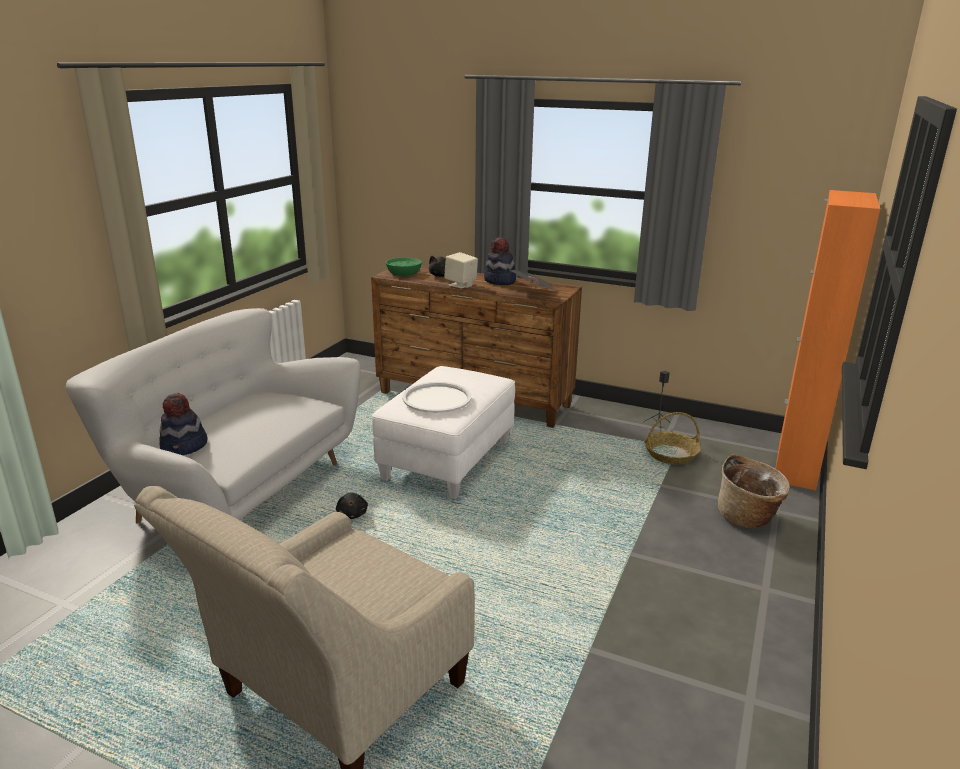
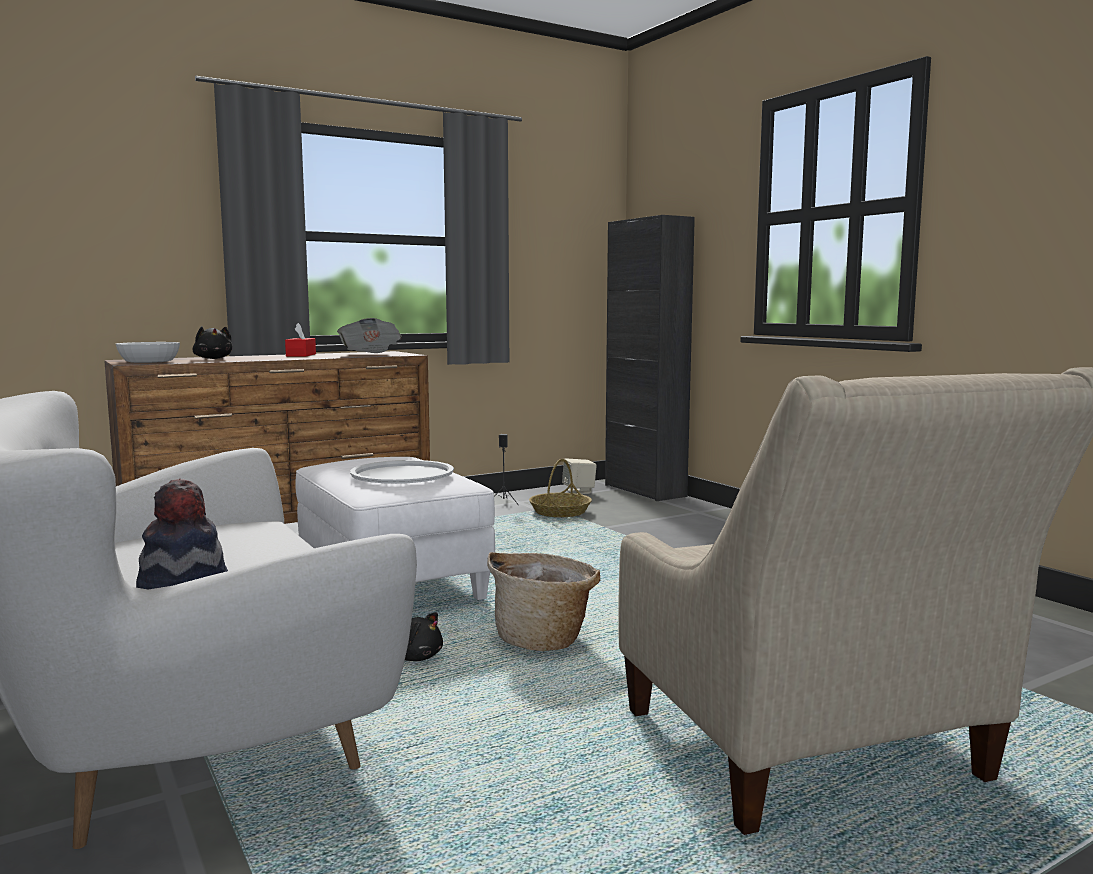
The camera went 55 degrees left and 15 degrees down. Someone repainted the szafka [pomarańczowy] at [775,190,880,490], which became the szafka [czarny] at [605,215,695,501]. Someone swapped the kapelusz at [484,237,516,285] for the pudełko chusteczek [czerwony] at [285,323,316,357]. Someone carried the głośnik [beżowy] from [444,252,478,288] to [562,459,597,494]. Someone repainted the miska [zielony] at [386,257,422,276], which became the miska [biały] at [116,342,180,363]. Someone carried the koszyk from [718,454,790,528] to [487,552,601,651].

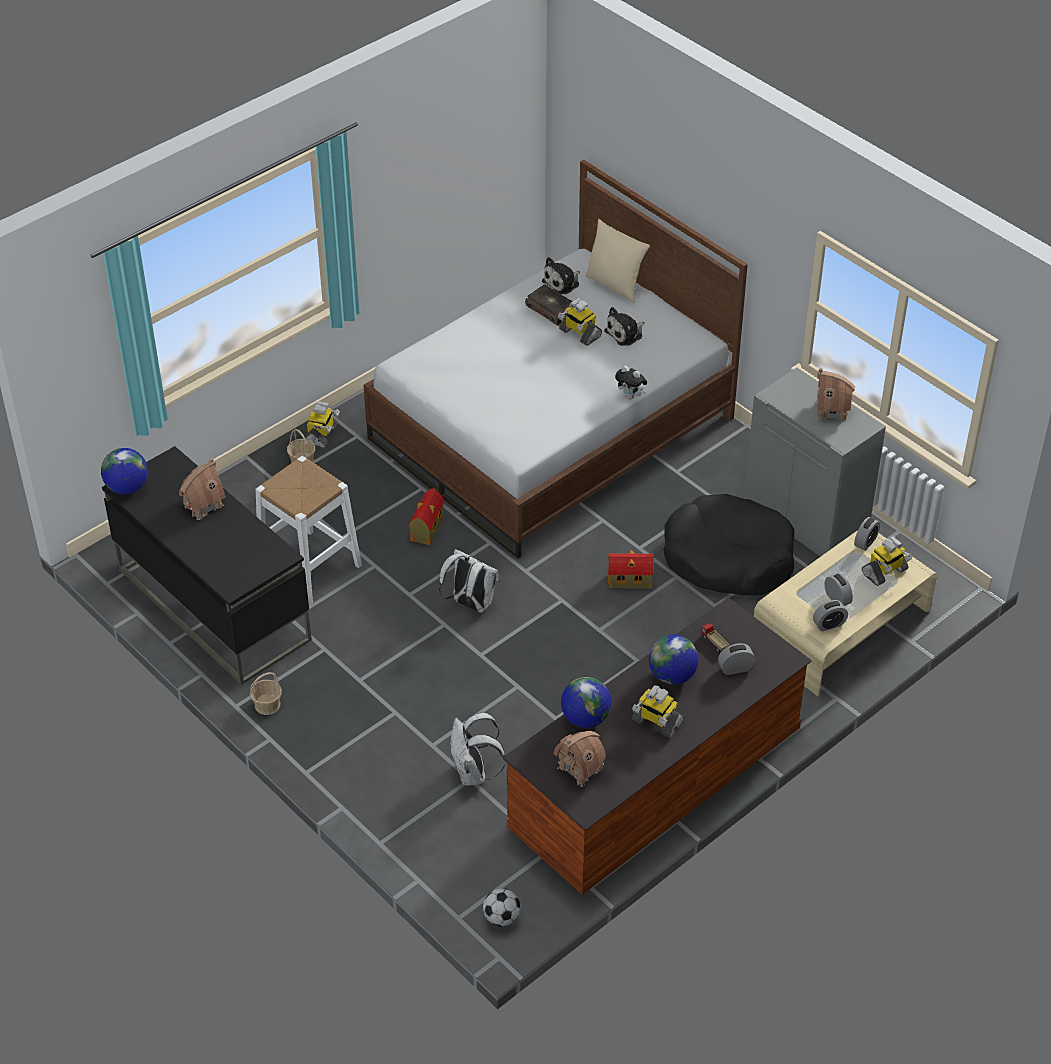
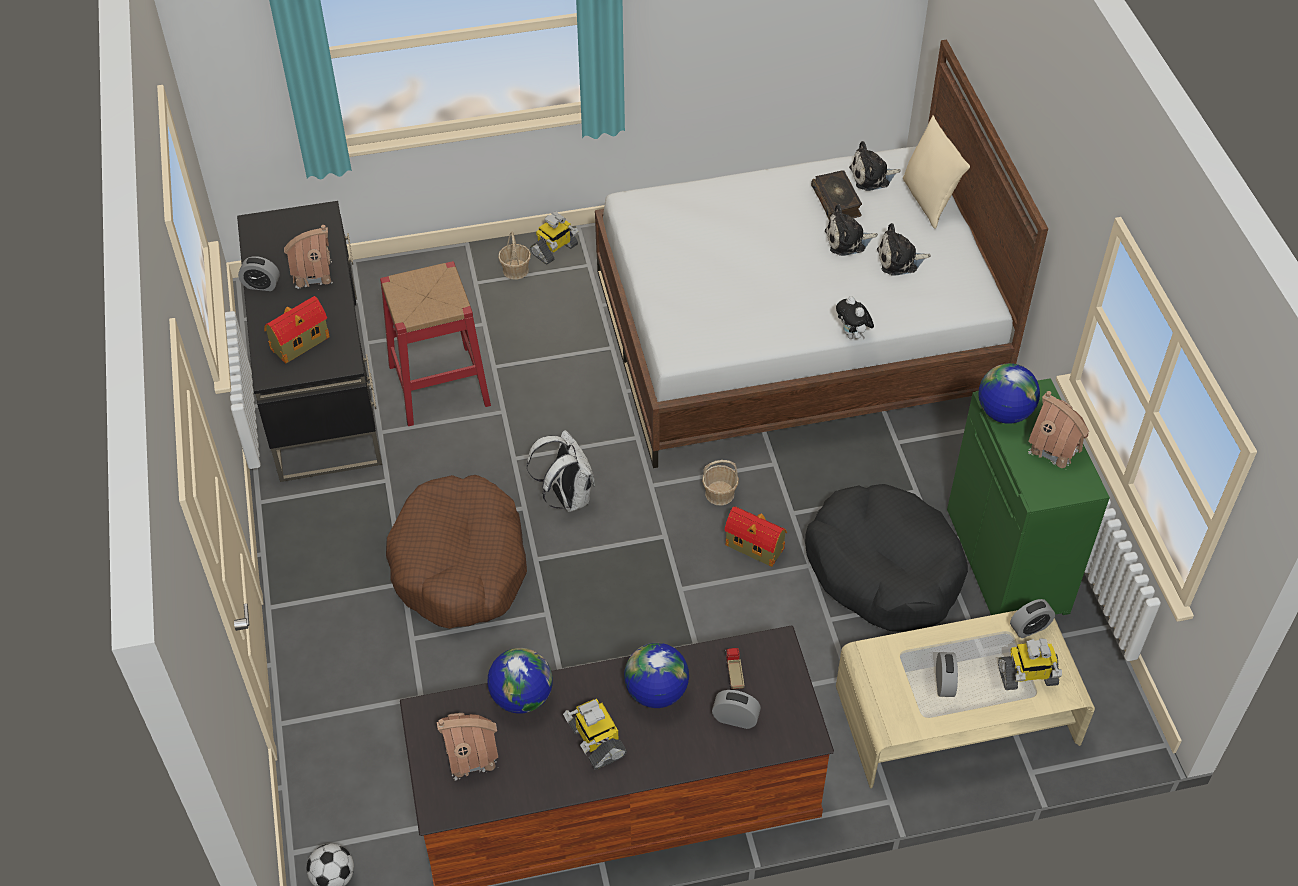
The camera went 30 degrees right and 5 degrees up. Someone swapped the robot zabawkowy at [558,298,602,346] for the pluszak at [825,204,878,256]. Someone repainted the szafka [szary] at [744,368,886,557], which became the szafka [zielony] at [947,378,1110,615]. Someone carried the globus from [101,448,148,494] to [978,363,1040,424]. Someone repainted the stołek [biały] at [255,456,362,606], which became the stołek [czerwony] at [380,261,491,426]. Someone carried the domek from [409,488,444,545] to [264,296,330,363]. Someone carried the budzik from [813,600,848,631] to [238,256,280,291]. Someone carried the koszyk from [250,672,282,715] to [702,460,739,506]. Someone took away the plecak [biały] at [451,713,506,786]. Someone put down the legowisko [brązowy] at [386,475,527,629].

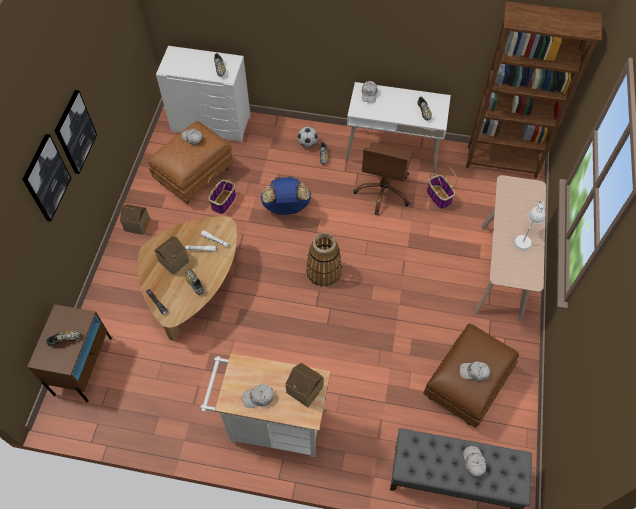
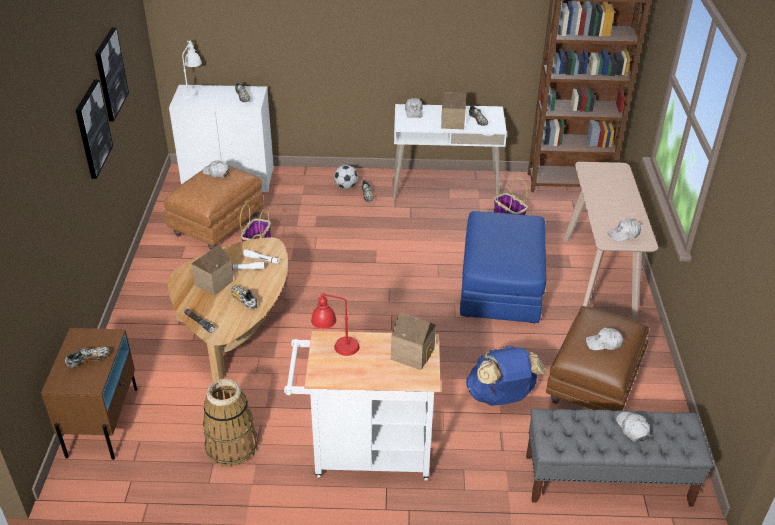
The camera went 10 degrees left and 20 degrees down. Someone carried the obraz from [22,134,71,221] to [95,27,129,121]. Someone took away the krzesło biurowe [brązowy] at [353,142,413,215]. Someone carried the plecak [niebieski] from [260,176,311,215] to [466,346,545,406]. Someone carried the lampa stołowa [biały] from [514,201,546,250] to [179,41,202,99]. Someone carried the domek from [120,204,150,235] to [441,92,466,129]. Someone carried the koszyk from [306,233,342,287] to [203,379,258,467]. Someone carried the czapka z daszkiem [biały] from [242,385,274,408] to [608,219,641,242]. Someone put down the pufa [niebieski] at [460,211,546,323]. Someone put down the lampa stołowa [czerwony] at [311,293,360,356].

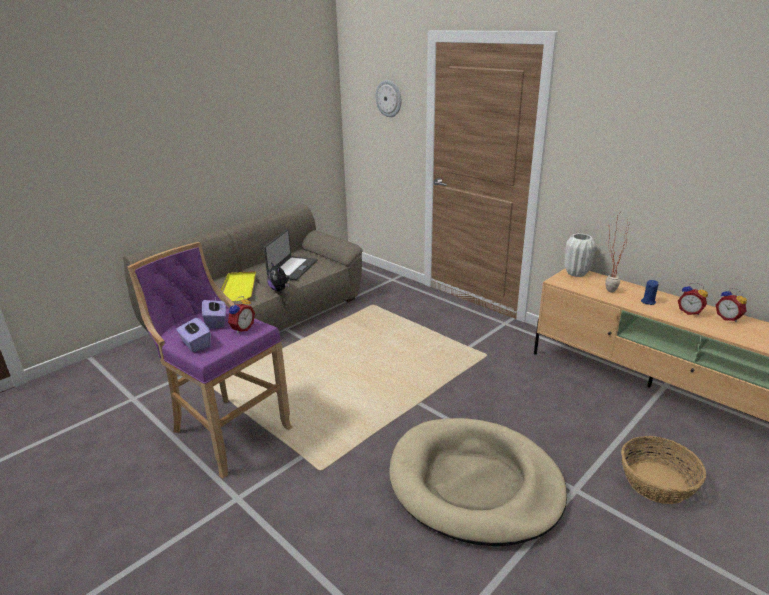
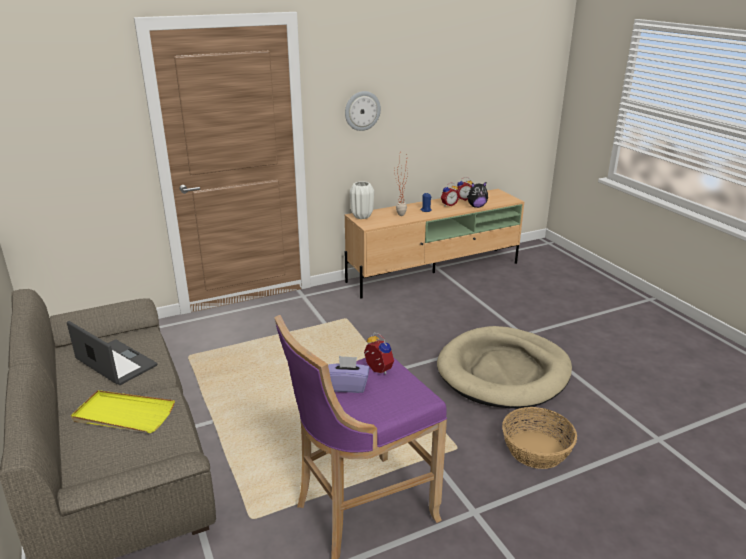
The camera went 70 degrees left and 0 degrees up. Someone carried the zegar ścienny from [375,80,401,117] to [345,91,381,131]. Someone carried the pluszak from [267,262,289,291] to [467,182,488,208]. Someone took away the pudełko chusteczek [fioletowy] at [176,318,211,353]. Someone carried the koszyk from [621,436,706,504] to [502,407,577,469].

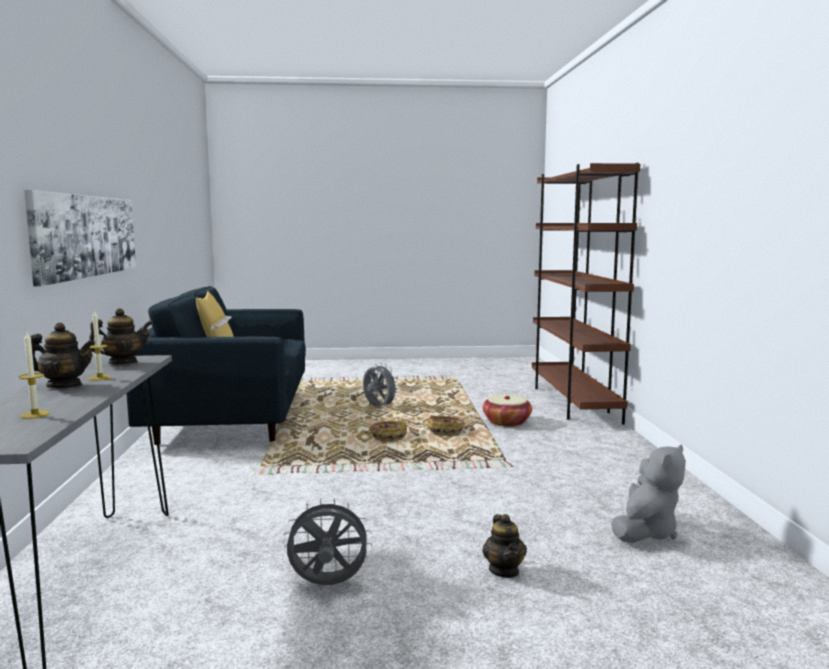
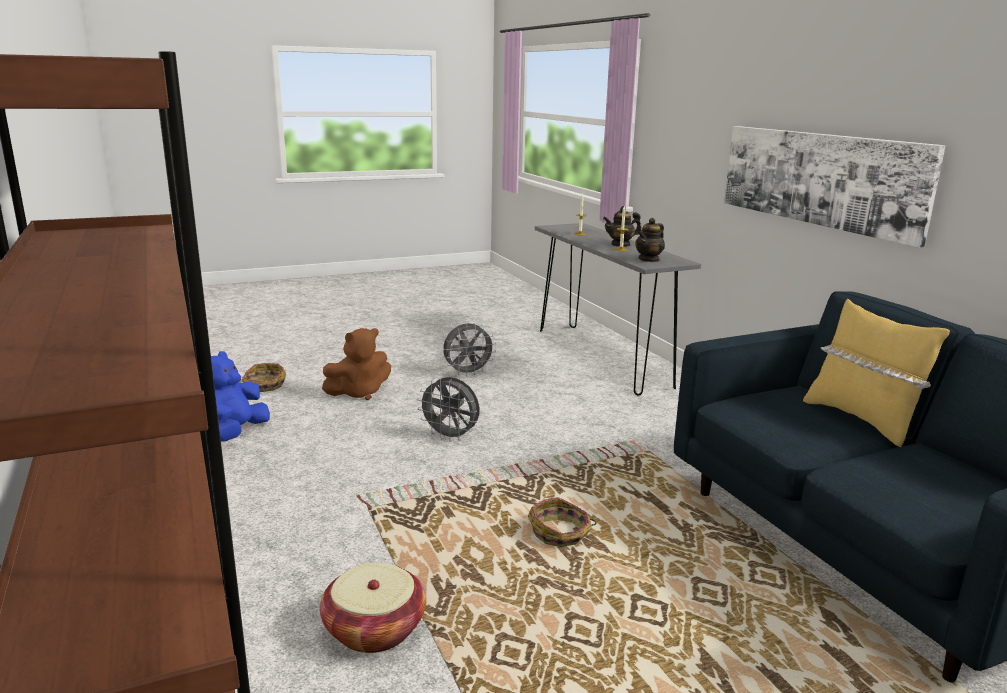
The camera went 160 degrees right and 10 degrees up. Someone carried the wentylator [szary] from [363,363,399,407] to [417,377,479,442]. Someone carried the koszyk from [427,415,465,436] to [242,363,286,392]. Someone repainted the pluszak [szary] at [611,444,686,543], which became the pluszak [niebieski] at [211,351,270,442]. Someone swapped the imbryk at [482,514,527,578] for the pluszak [brązowy] at [322,328,391,400].

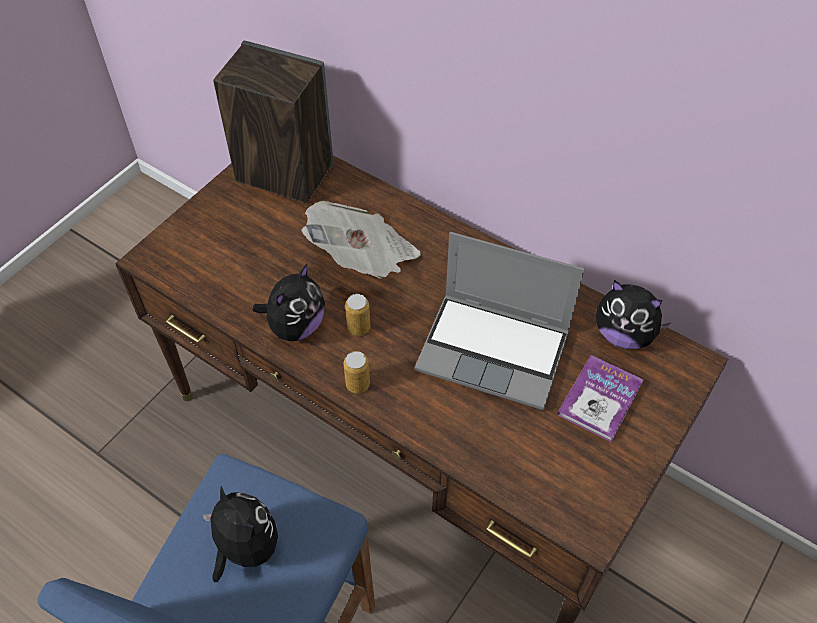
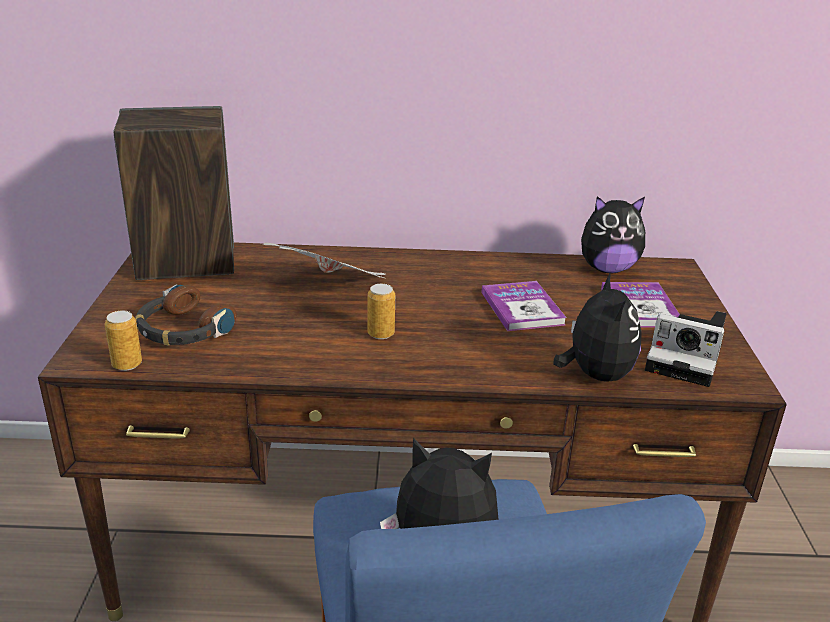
The camera went 35 degrees left and 25 degrees down. Someone swapped the laptop at [414,232,584,410] for the książka at [481,281,567,331]. Someone carried the pluszak from [253,264,325,341] to [553,272,642,382]. Someone carried the puszka from [343,351,370,394] to [105,310,142,371]. Someone put down the słuchawki at [135,284,237,346]. Someone put down the aparat fotograficzny at [645,311,726,387].

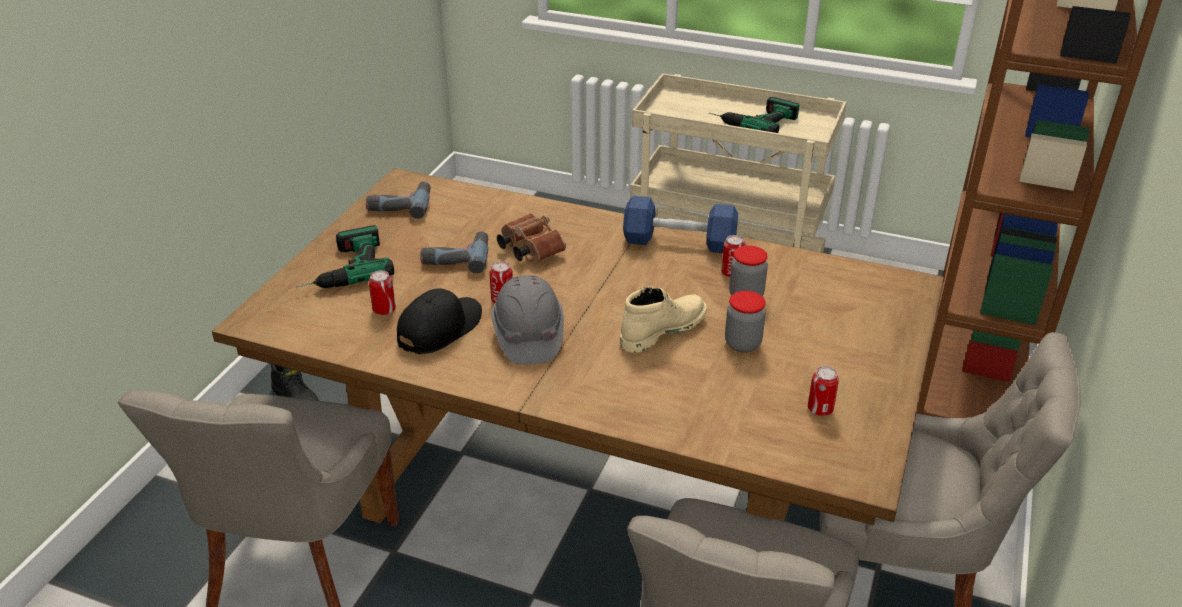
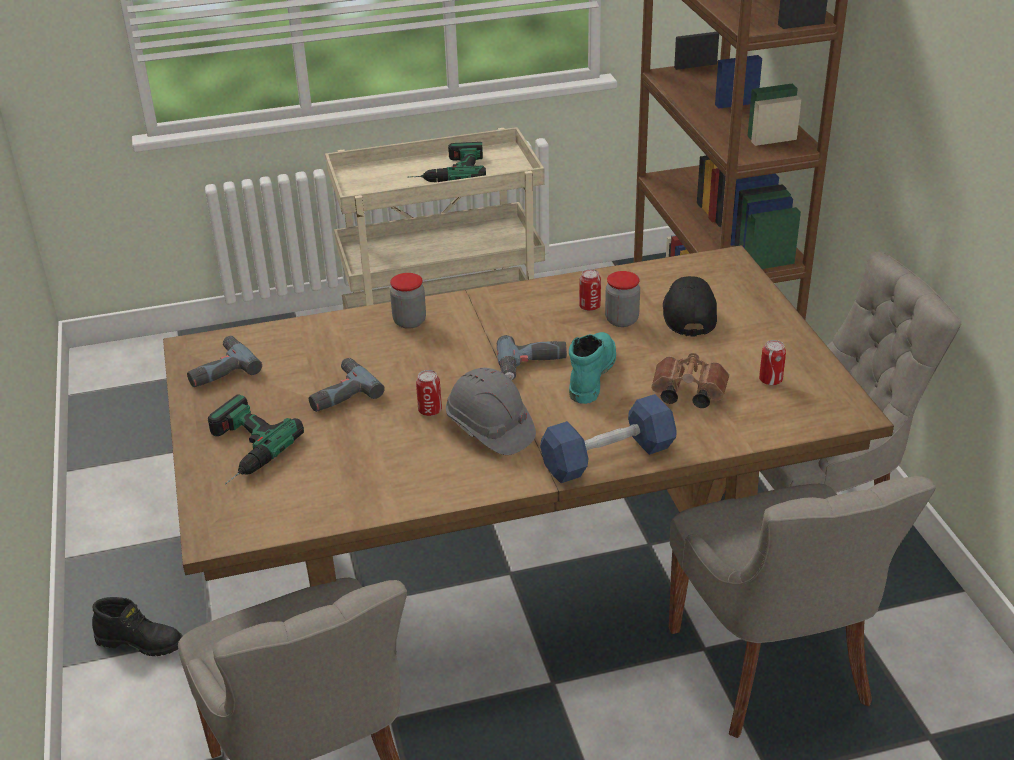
The camera went 35 degrees left and 0 degrees up. Someone carried the hantel [niebieski] from [623,196,738,253] to [540,394,677,483]. Someone carried the lornetka [brązowy] from [497,213,566,261] to [651,353,729,408]. Someone took away the puszka at [369,270,396,315]. Someone repainted the but z cholewką [beżowy] at [620,286,707,353], which became the but z cholewką [turkusowy] at [569,332,616,404]. Someone carried the czapka z daszkiem [czarny] from [397,288,482,354] to [663,276,717,336]. Someone carried the słoik from [725,291,766,353] to [390,273,426,329]. Someone put down the wiertarka at [497,335,567,380].

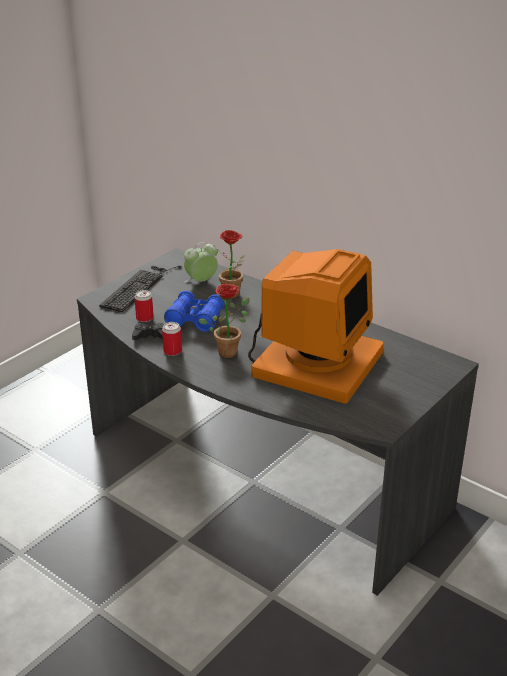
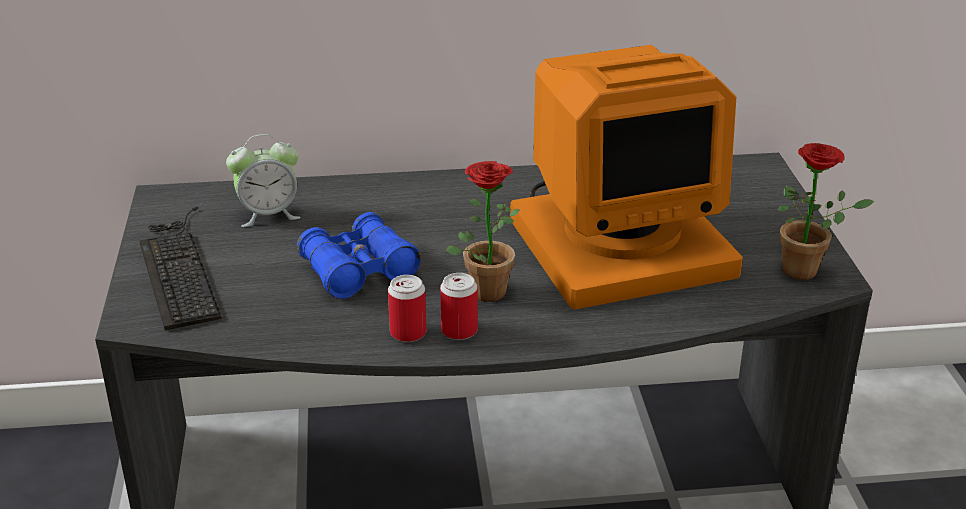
The camera went 45 degrees left and 0 degrees up. Someone carried the roślina doniczkowa from [216,230,245,298] to [778,143,874,280]. Someone rotated the budzik at [184,242,218,283] by 120 degrees counterclockwise. Someone rotated the monitor at [248,249,384,404] by 90 degrees clockwise. Someone carried the puszka from [134,290,154,322] to [440,273,478,340]. Someone took away the pad do gier [czarny] at [132,323,164,340].

